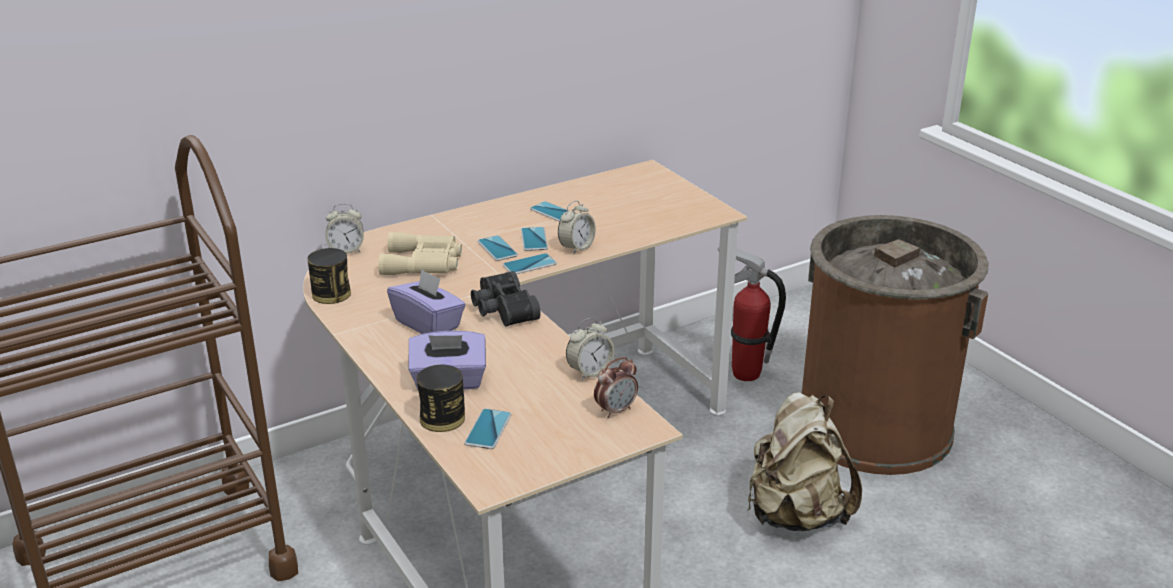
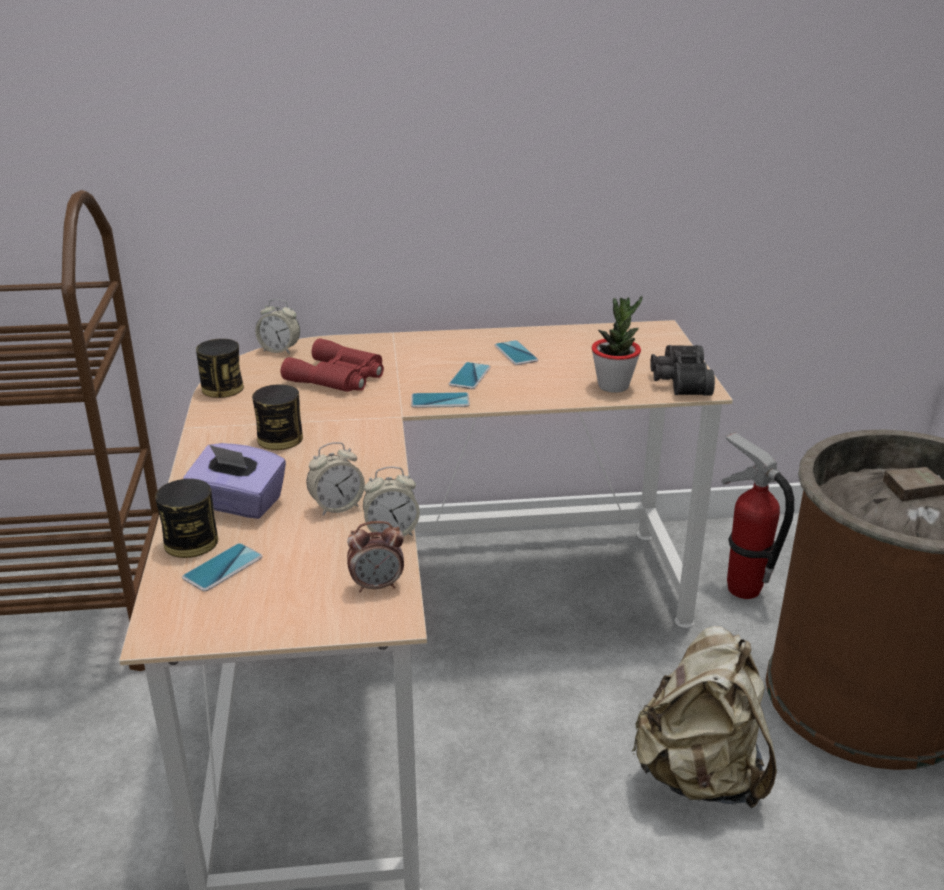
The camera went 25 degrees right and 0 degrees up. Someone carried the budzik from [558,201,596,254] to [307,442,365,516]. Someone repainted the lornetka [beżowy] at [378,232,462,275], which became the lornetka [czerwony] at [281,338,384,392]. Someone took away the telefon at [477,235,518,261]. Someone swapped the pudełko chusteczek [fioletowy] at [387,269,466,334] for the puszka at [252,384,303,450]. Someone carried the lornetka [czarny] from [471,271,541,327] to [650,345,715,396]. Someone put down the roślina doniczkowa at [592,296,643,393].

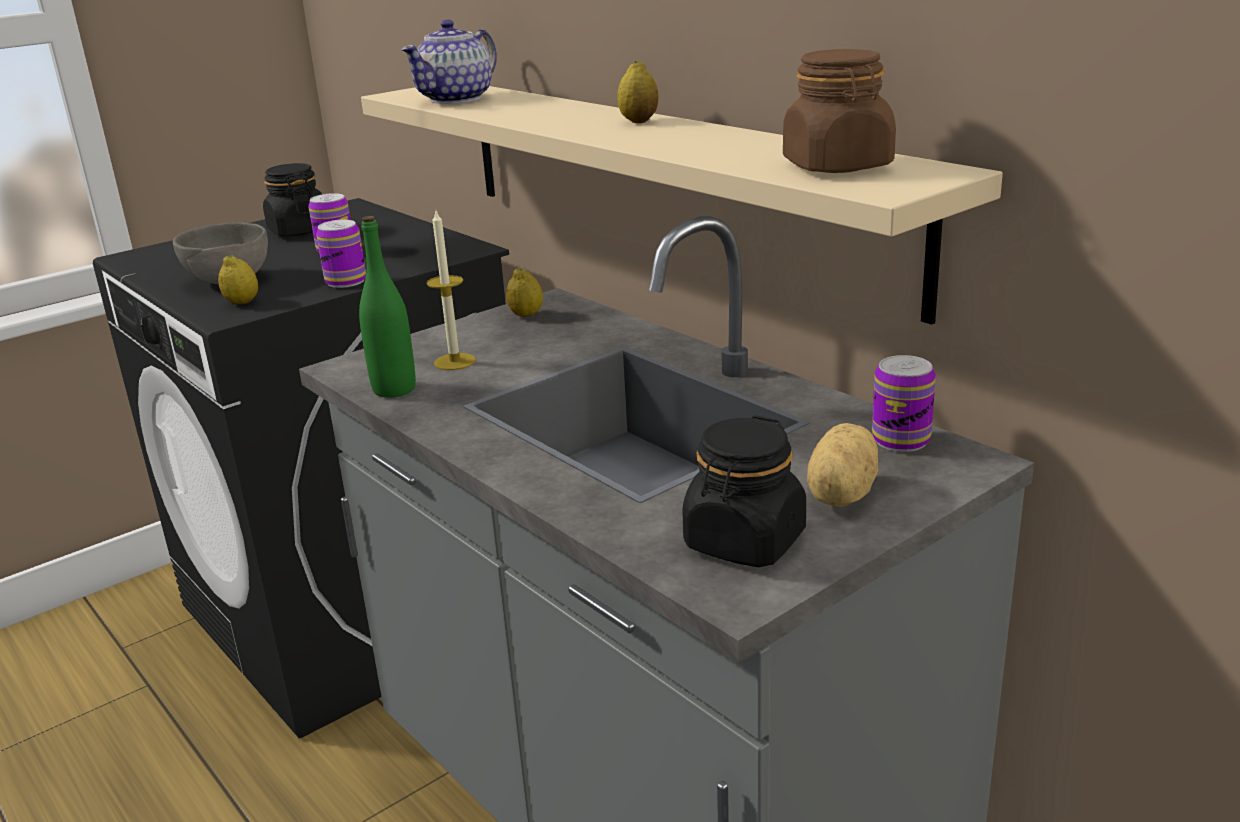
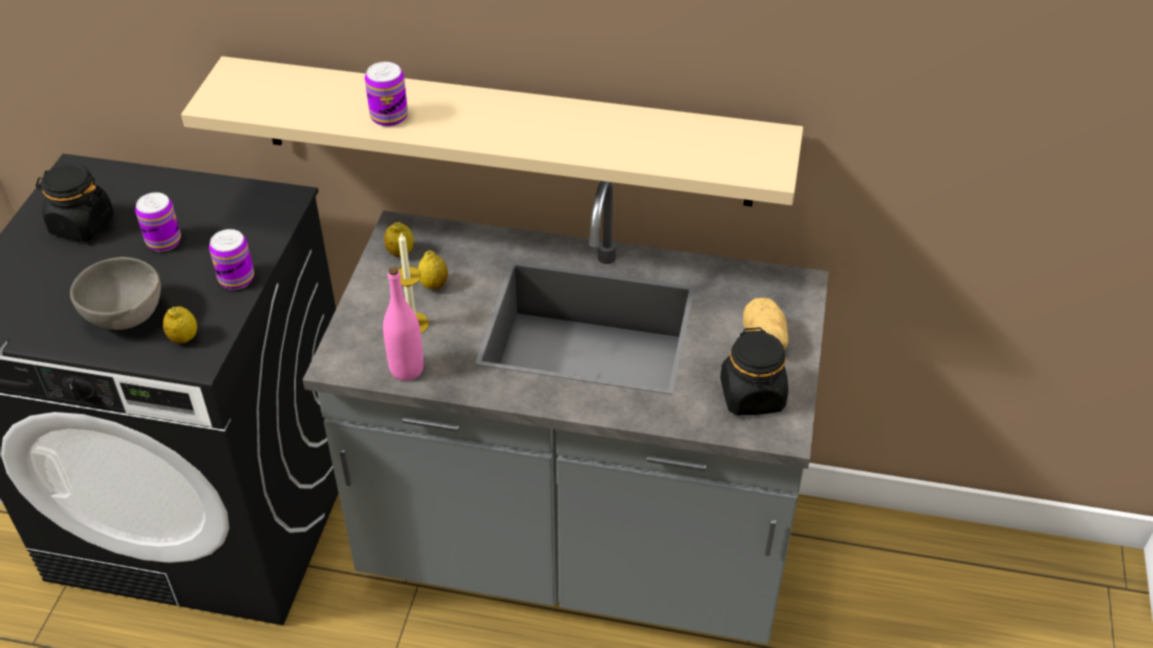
The camera went 40 degrees left and 20 degrees up. Someone took away the imbryk at [401,20,497,104]. Someone took away the słoik [brązowy] at [783,49,896,173]. Someone carried the cytryna from [617,61,658,123] to [418,250,448,289]. Someone repainted the butelka [zielony] at [359,216,416,398], which became the butelka [różowy] at [383,267,424,381]. Someone carried the puszka from [872,355,936,452] to [365,62,408,127].

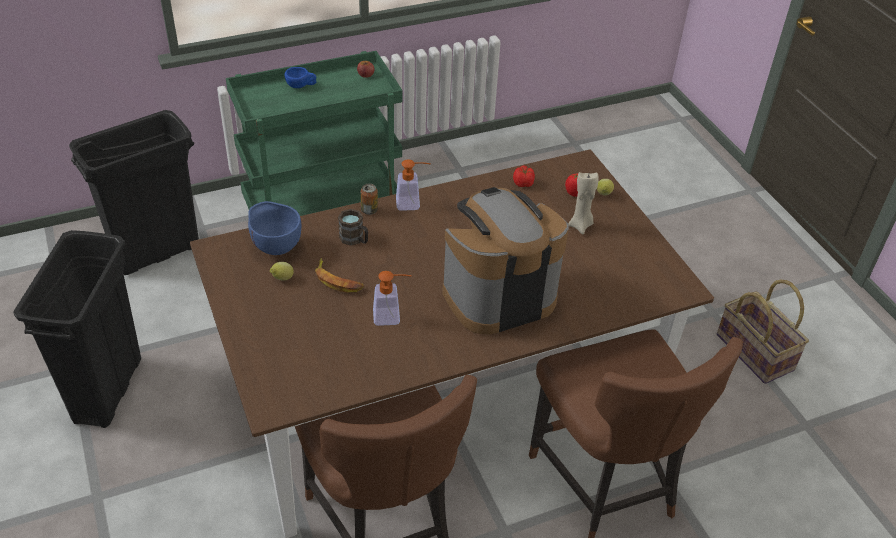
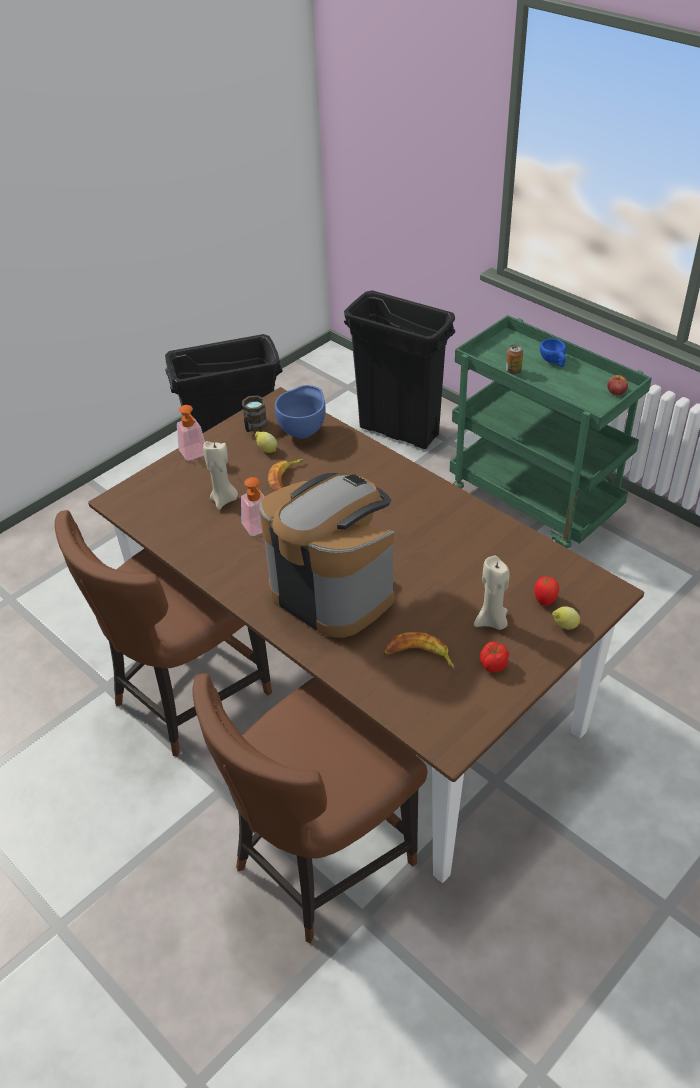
The camera went 70 degrees right and 0 degrees up. Someone carried the dozownik mydła from [396,159,431,211] to [177,405,205,461]. Someone carried the pomidor from [513,166,535,187] to [480,642,509,672]. Someone carried the puszka from [361,184,378,215] to [505,345,523,375]. Someone carried the kubek [brązowy] from [338,209,368,246] to [242,395,267,432]. Someone took away the koszyk at [717,279,809,384]. Someone put down the świeca [beżowy] at [203,441,238,510]. Someone put down the banan at [384,632,454,669].

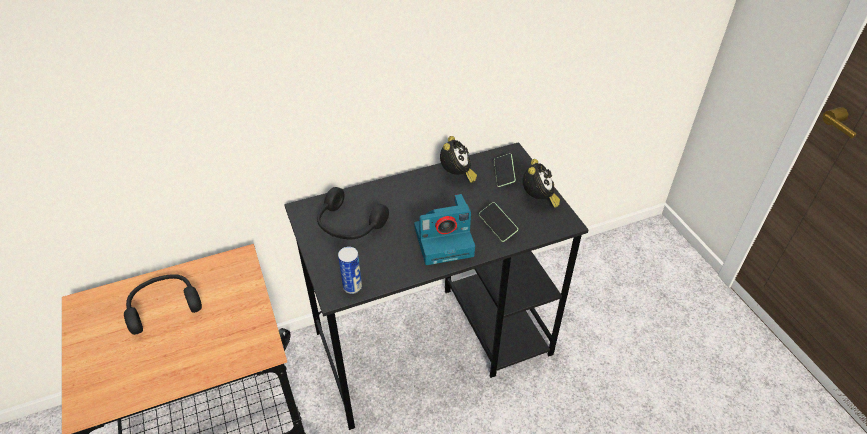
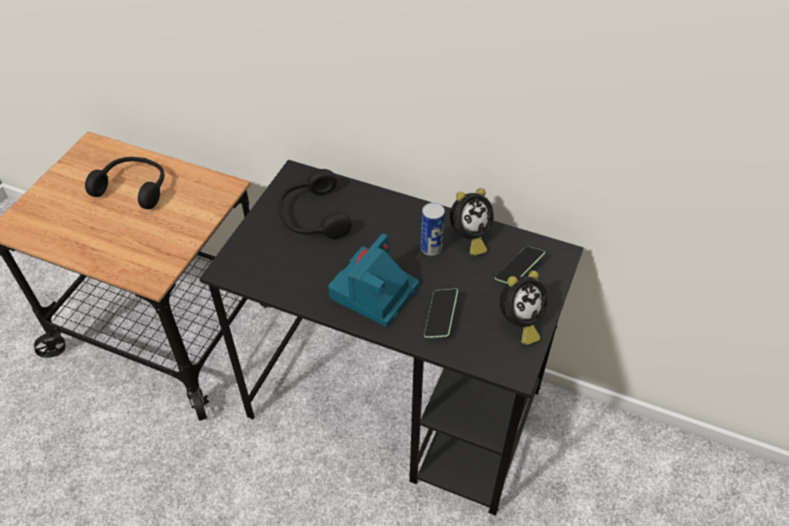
The camera went 45 degrees right and 5 degrees up. Someone rotated the aparat fotograficzny at [414,194,475,265] by 90 degrees clockwise. Someone carried the puszka from [338,247,362,294] to [421,202,445,256].

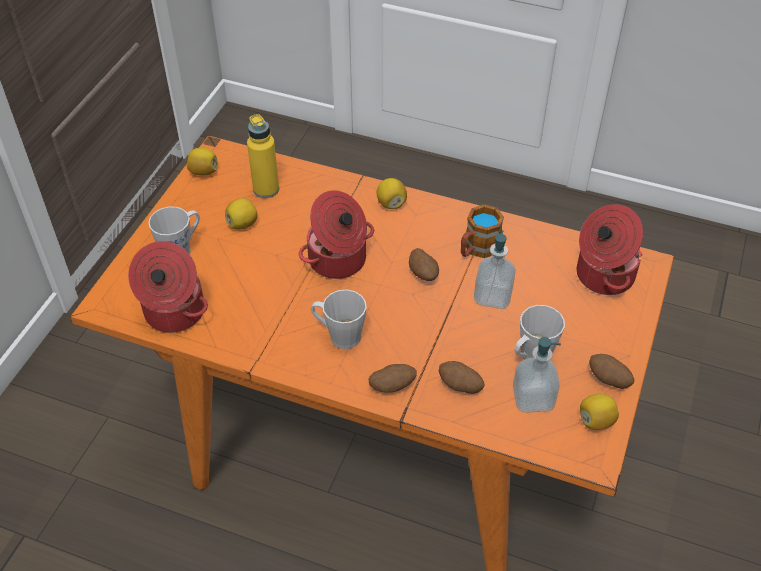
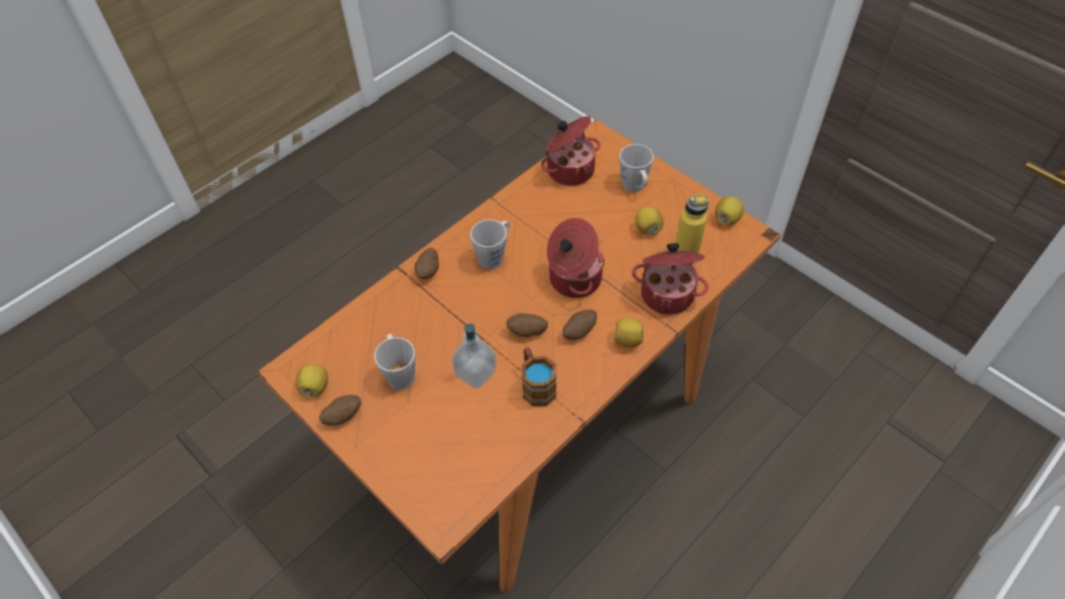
The camera went 115 degrees right and 5 degrees up. Someone carried the garnek from [577,204,643,295] to [632,243,709,314]. Someone took away the dozownik mydła at [513,337,561,413]. Someone carried the ziemniak from [439,361,485,394] to [562,310,597,340].

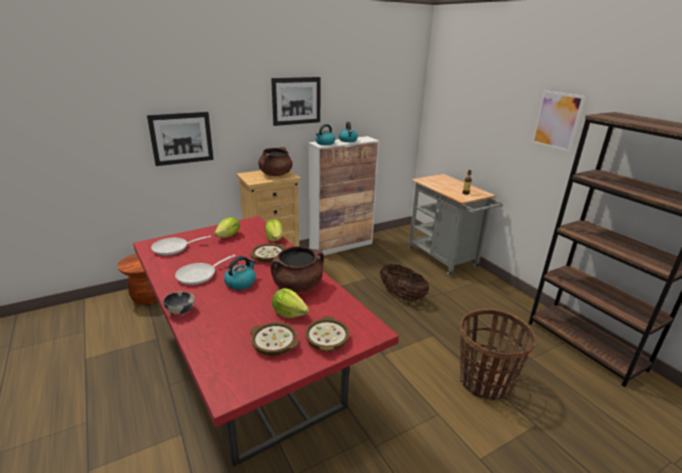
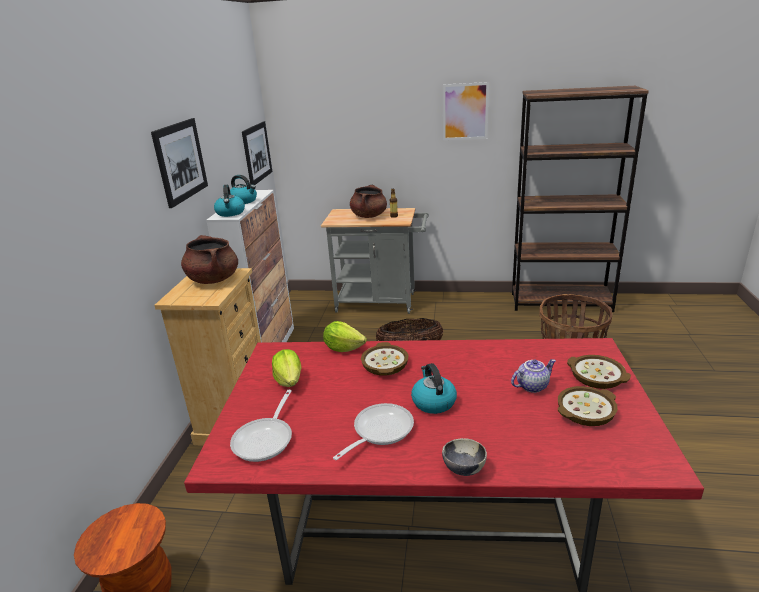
The camera went 50 degrees left and 0 degrees up. Someone carried the obraz from [147,112,214,166] to [242,121,272,185]. Someone carried the garnek [brązowy] from [270,246,324,292] to [350,185,387,218]. Someone rotated the patelnia at [175,255,236,285] by 135 degrees counterclockwise. Someone swapped the sałata at [272,288,309,318] for the imbryk at [511,359,556,393].

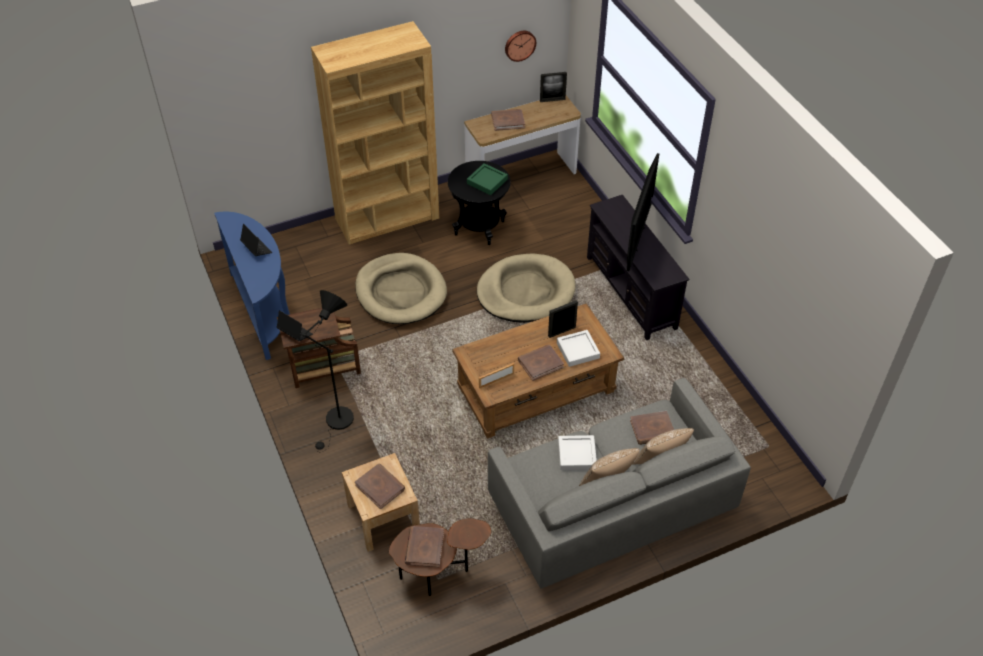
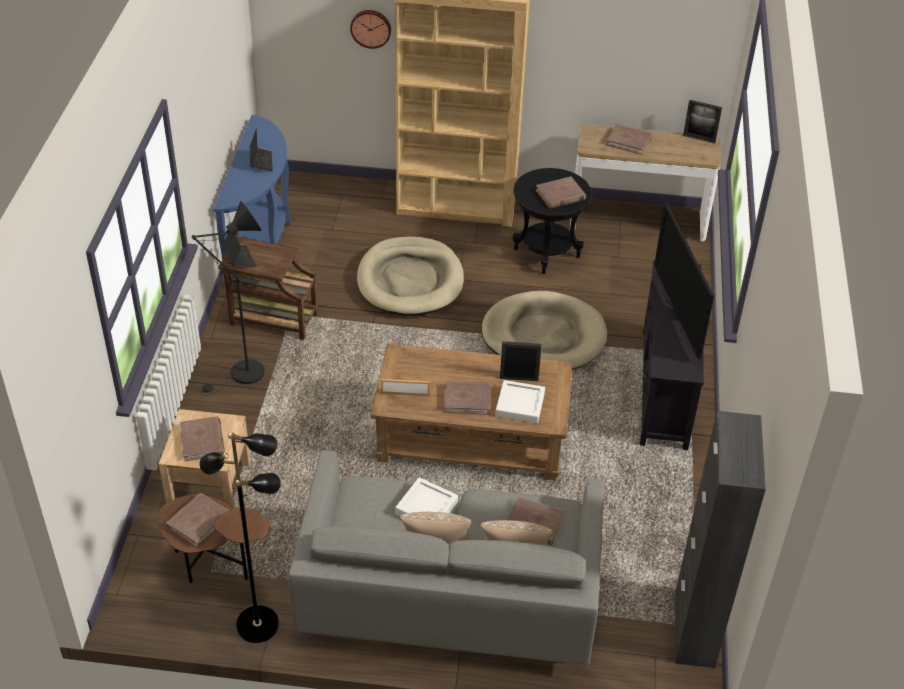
The camera went 30 degrees right and 5 degrees down. Someone carried the zegar ścienny from [505,31,536,62] to [350,10,391,49]. Someone rotated the telewizor at [627,153,659,271] by 120 degrees clockwise. Someone swapped the taca [zielony] at [467,163,508,195] for the książka [brązowy] at [536,177,586,208]. Someone put down the szafka [czarny] at [675,411,766,668]. Someone put down the lampa stojąca [czarny] at [199,432,281,643].

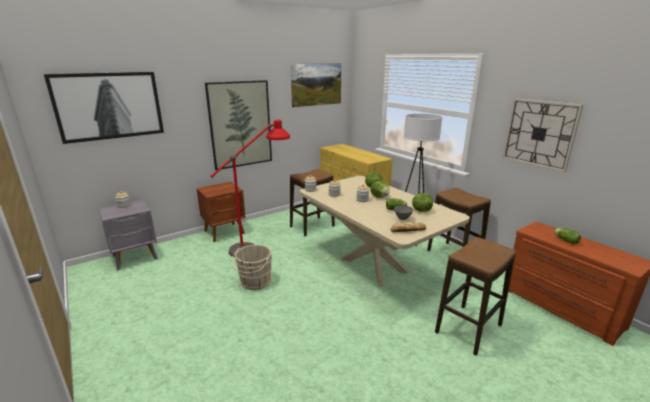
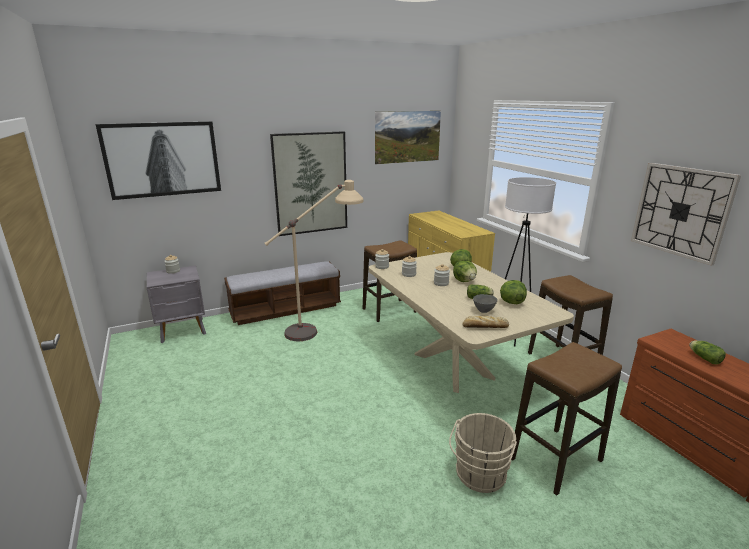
The camera went 10 degrees right and 0 degrees up. Someone repainted the lampa stojąca [czerwony] at [210,120,290,257], which became the lampa stojąca [beżowy] at [265,180,363,341]. Someone swapped the szafka nocna [brązowy] at [197,182,246,242] for the ławka at [224,261,341,325]. Someone carried the wiadro [beżowy] from [231,245,272,290] to [449,413,517,493].

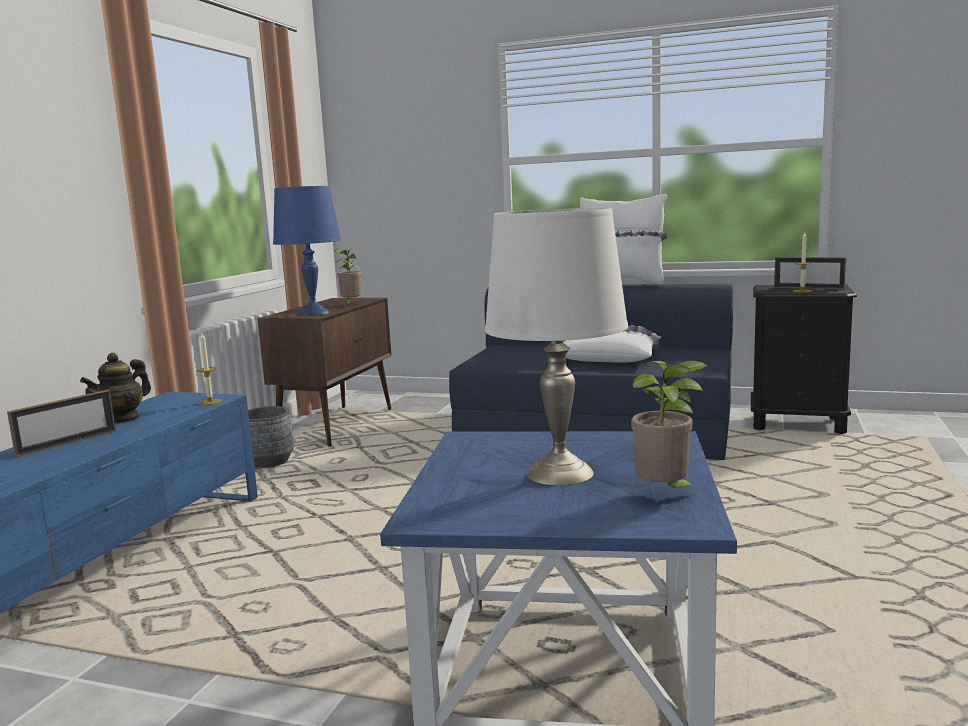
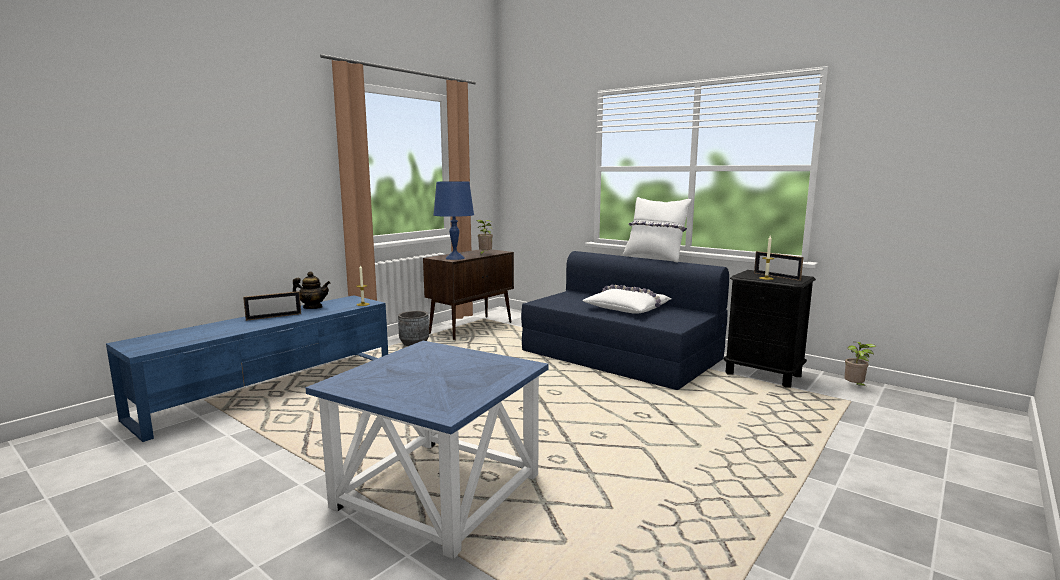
The camera went 20 degrees right and 0 degrees up. Someone took away the lampa stołowa [biały] at [485,208,628,486]. Someone rotated the imbryk at [80,353,151,424] by 135 degrees counterclockwise. Someone carried the roślina doniczkowa from [631,360,708,492] to [844,342,877,386].

